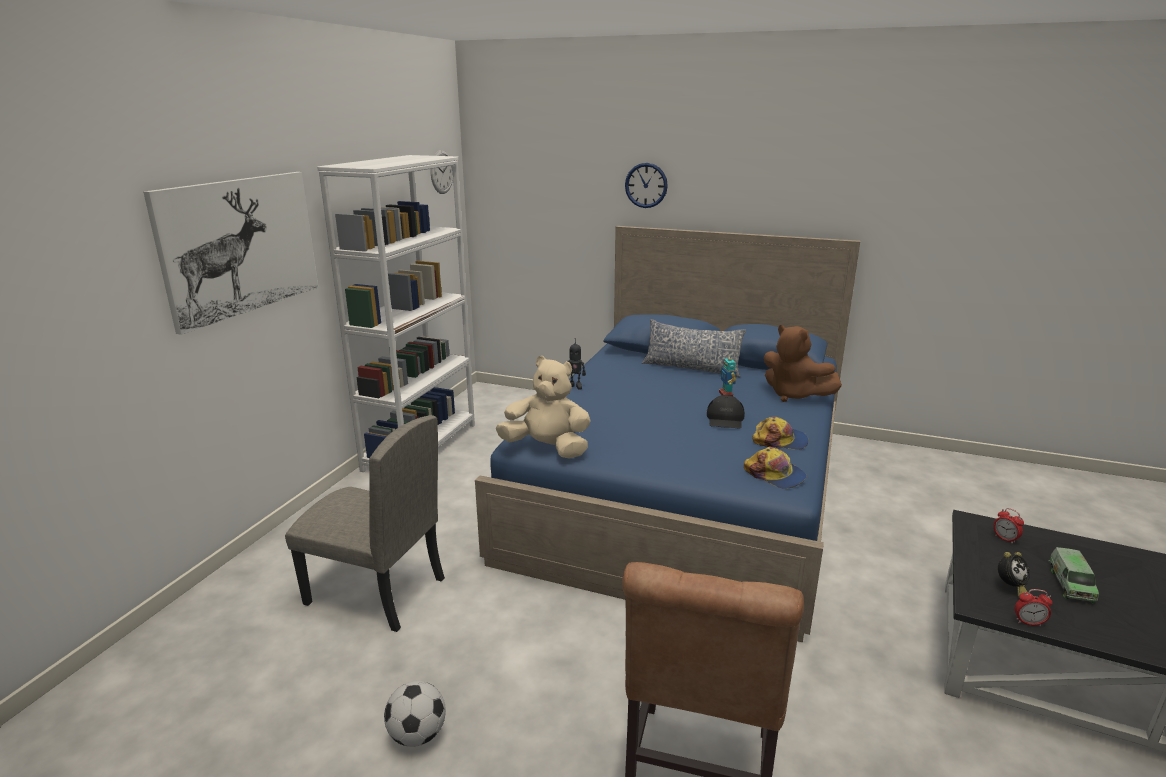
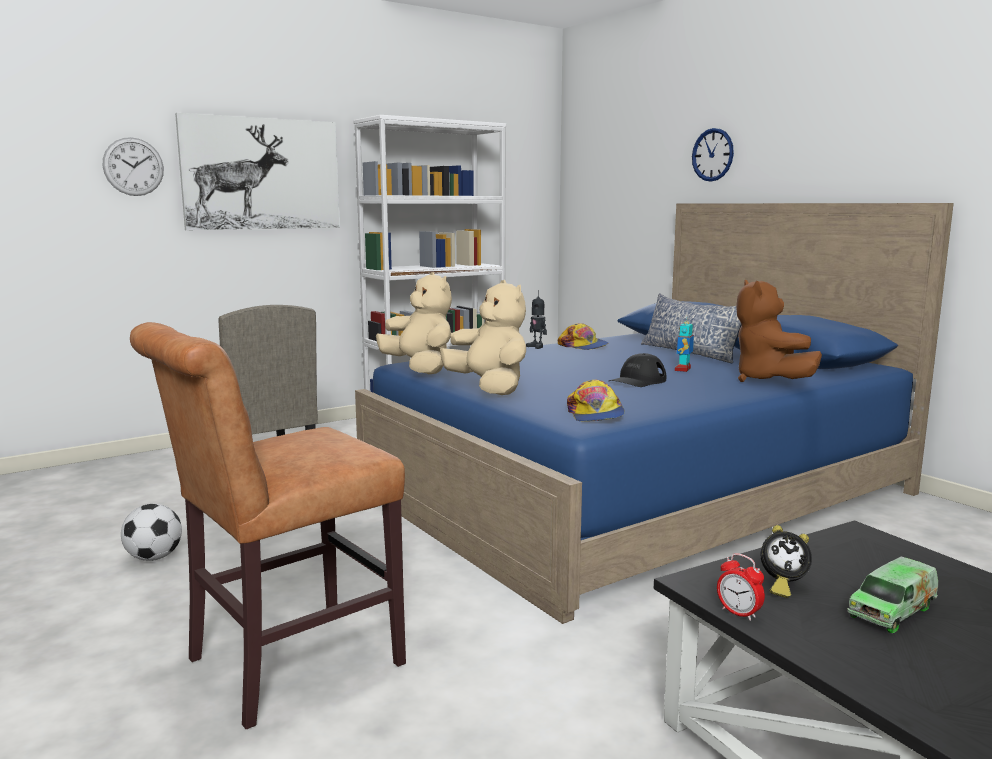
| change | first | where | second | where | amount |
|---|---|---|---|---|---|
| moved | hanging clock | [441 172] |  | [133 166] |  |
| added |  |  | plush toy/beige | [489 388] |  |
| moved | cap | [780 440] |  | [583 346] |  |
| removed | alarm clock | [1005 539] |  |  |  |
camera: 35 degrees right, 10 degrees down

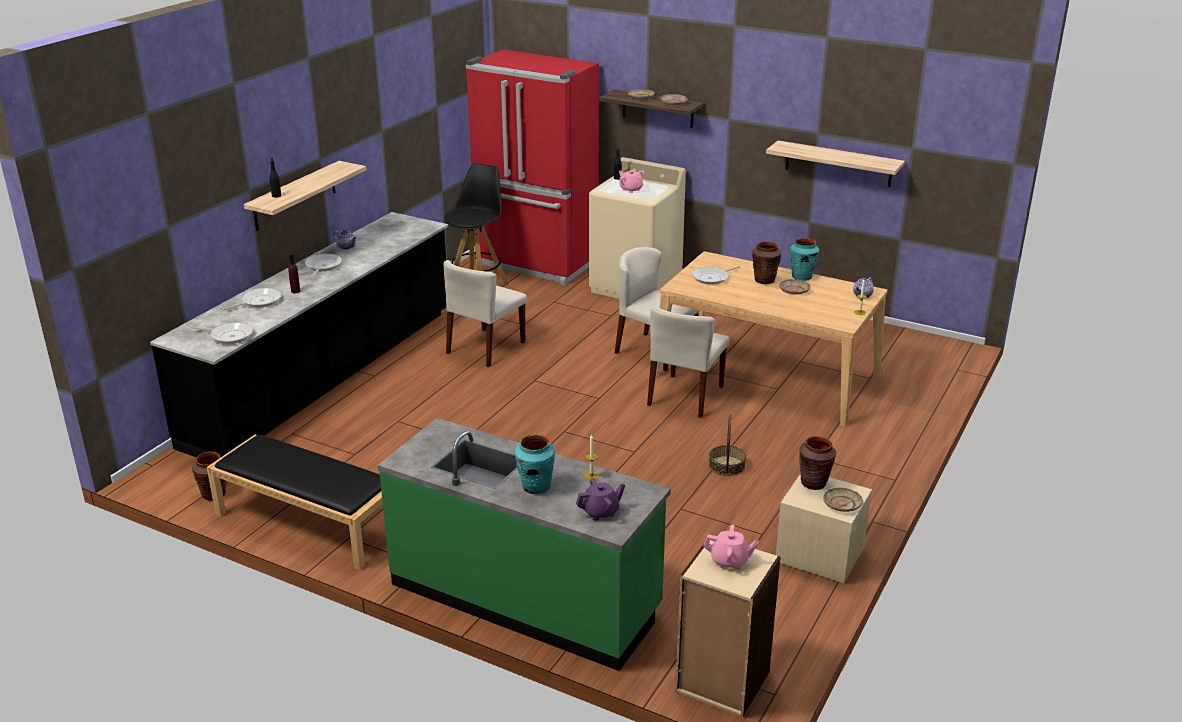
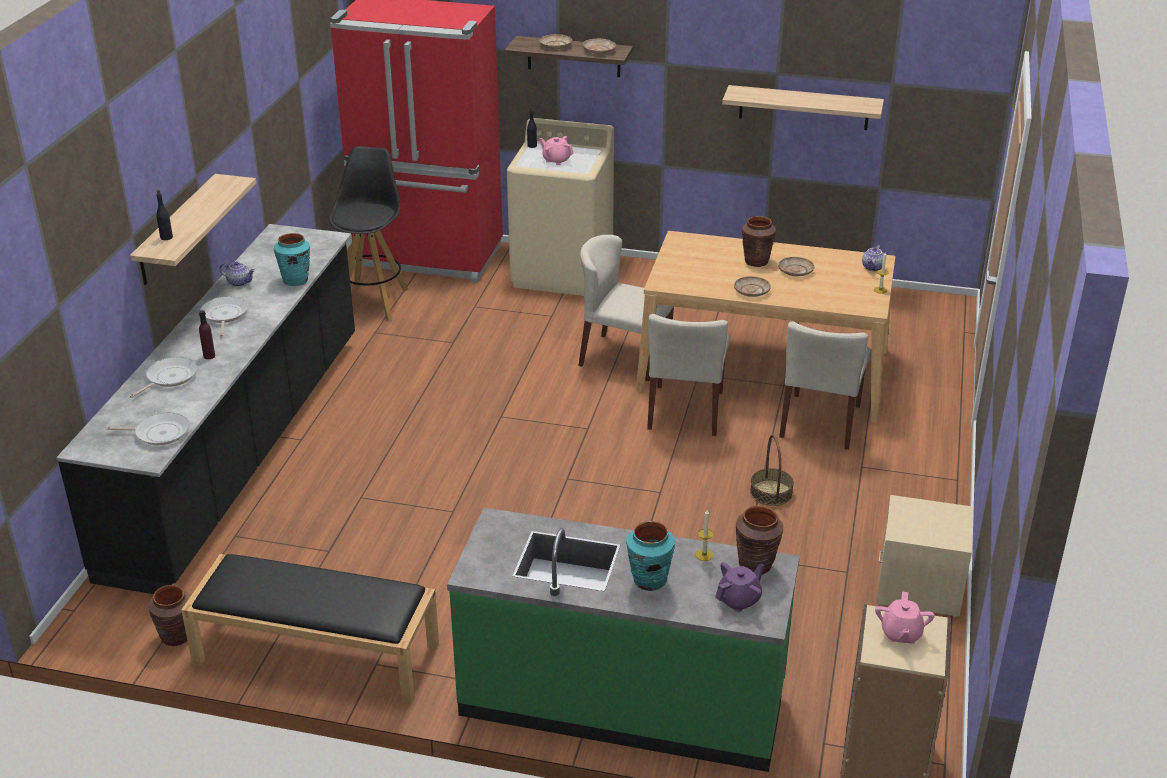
| change | first | where | second | where | amount |
|---|---|---|---|---|---|
| moved | flower vase/turquoise | [802 277] |  | [296 280] |  |
| moved | flat dish/beige | [841 504] |  | [751 291] |  |
| moved | flower vase/brown | [814 483] |  | [755 565] |  |
| moved | chair/beige | [486 348] |  | [820 422] |  |
| turned | pot for tea/pinkish | [729 561] |  | [901 634] | 105 degrees clockwise |
| removed | skillet | [712 278] |  |  |  |
camera: 15 degrees left, 5 degrees up

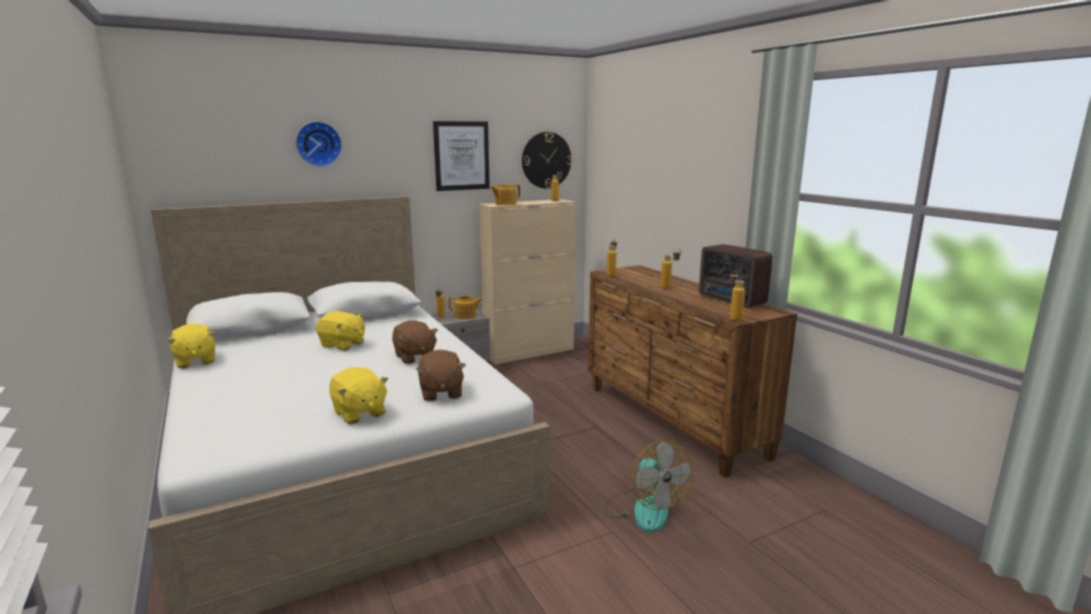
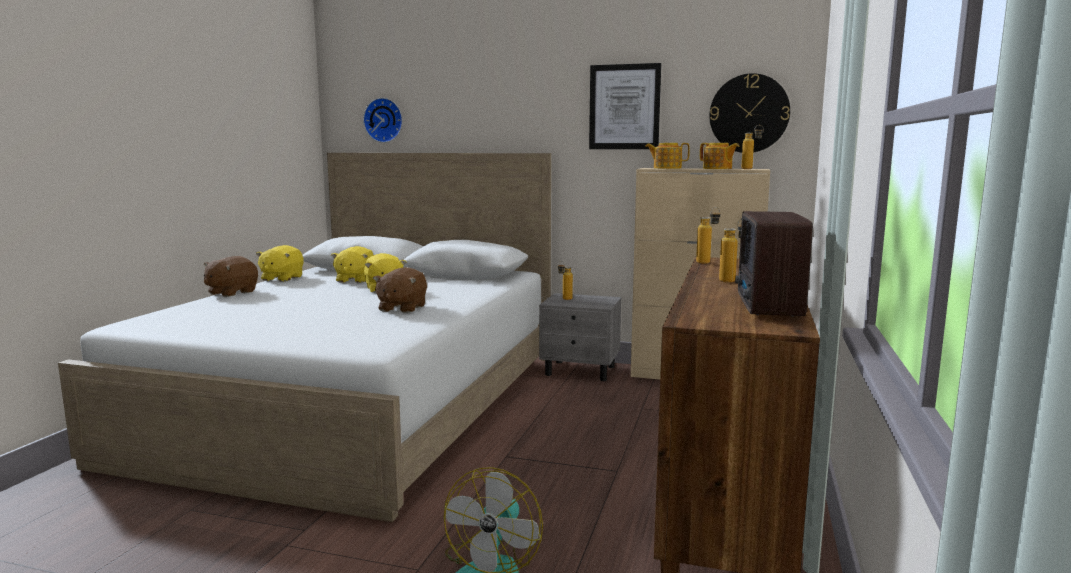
| change | first | where | second | where | amount |
|---|---|---|---|---|---|
| moved | plush toy/brown | [441 392] |  | [231 293] |  |
| moved | plush toy/yellowish | [359 413] |  | [355 280] |  |
| moved | hanging clock | [318 144] |  | [384 120] |  |
| moved | pot for tea | [465 316] |  | [717 168] |  |
| removed | drink bottle | [733 318] |  |  |  |
camera: 45 degrees right, 5 degrees down

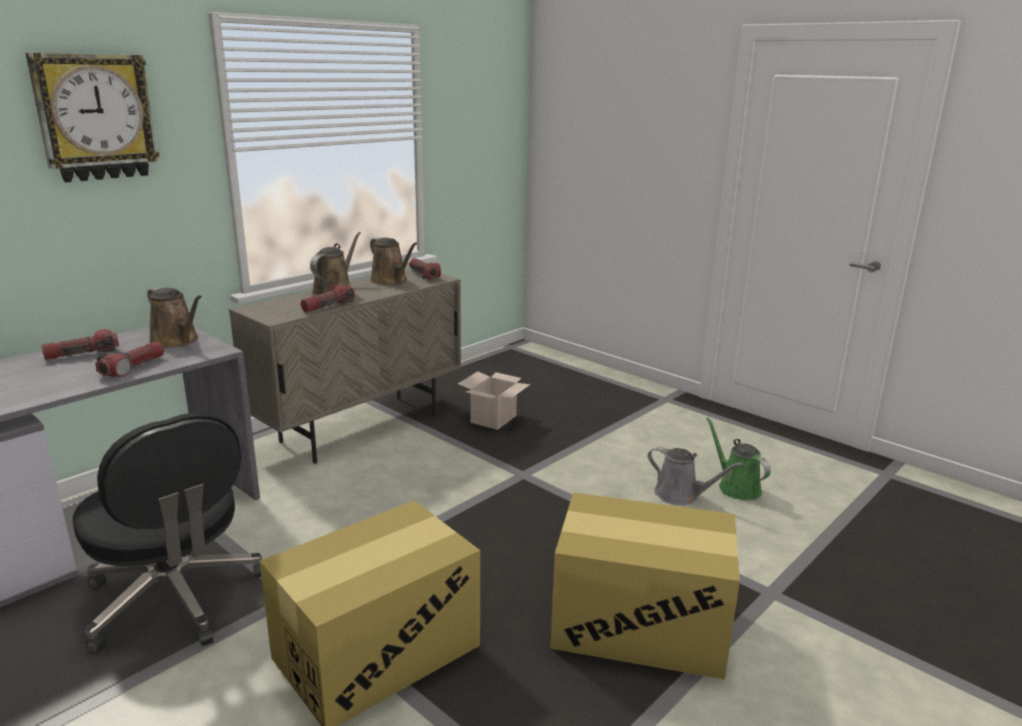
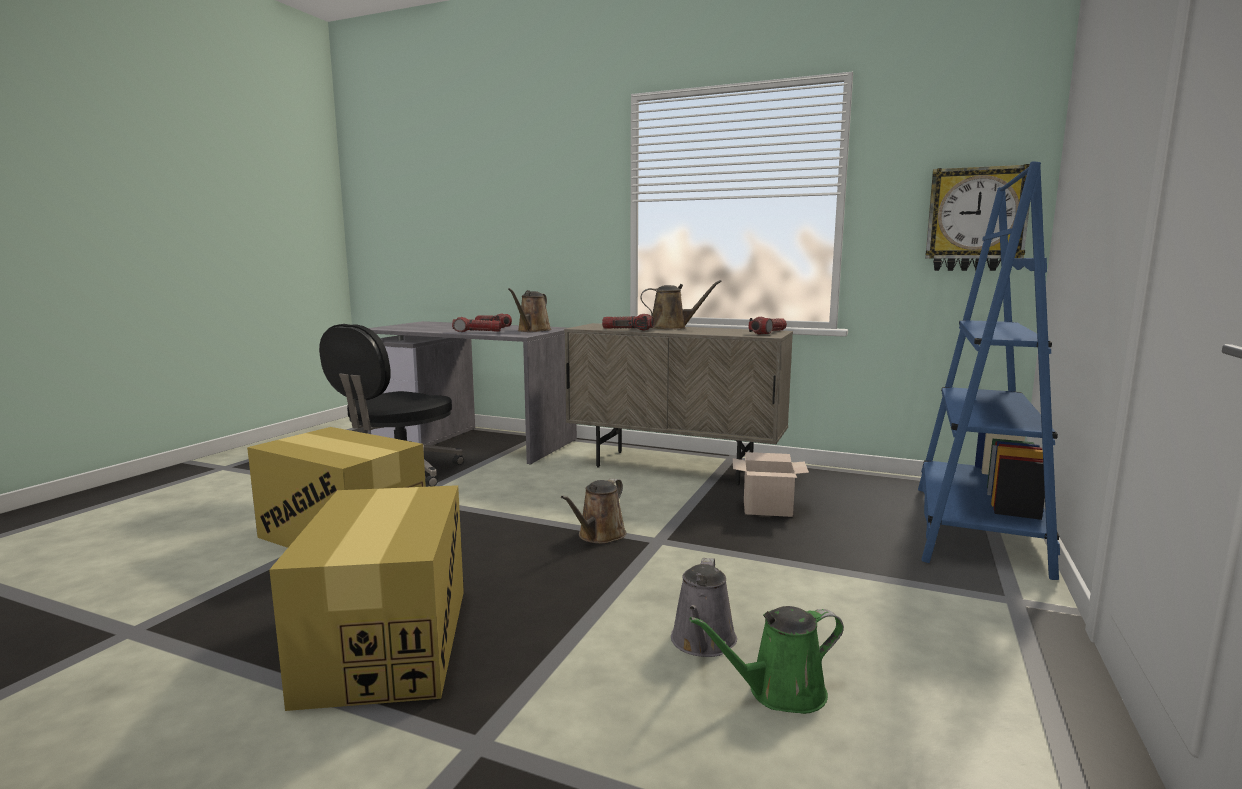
| change | first | where | second | where | amount |
|---|---|---|---|---|---|
| moved | watering can/brown | [391 281] |  | [599 536] |  |
| turned | watering can/greenish | [736 487] |  | [779 692] | 150 degrees counterclockwise |
| added |  |  | bookshelf/bluish | [976 528] |  |
| moved | hanging clock | [95 117] |  | [976 219] |  |
camera: 70 degrees right, 10 degrees down

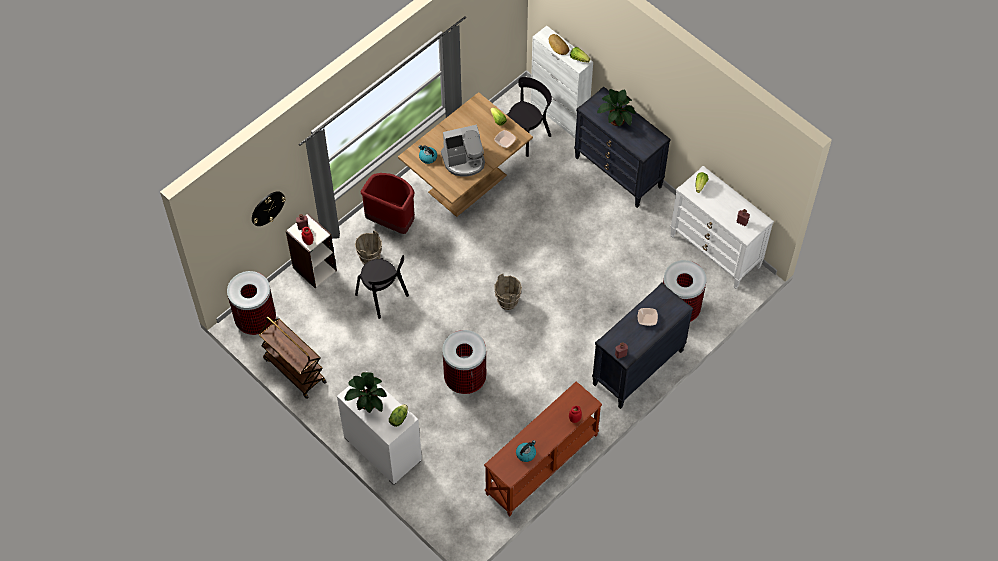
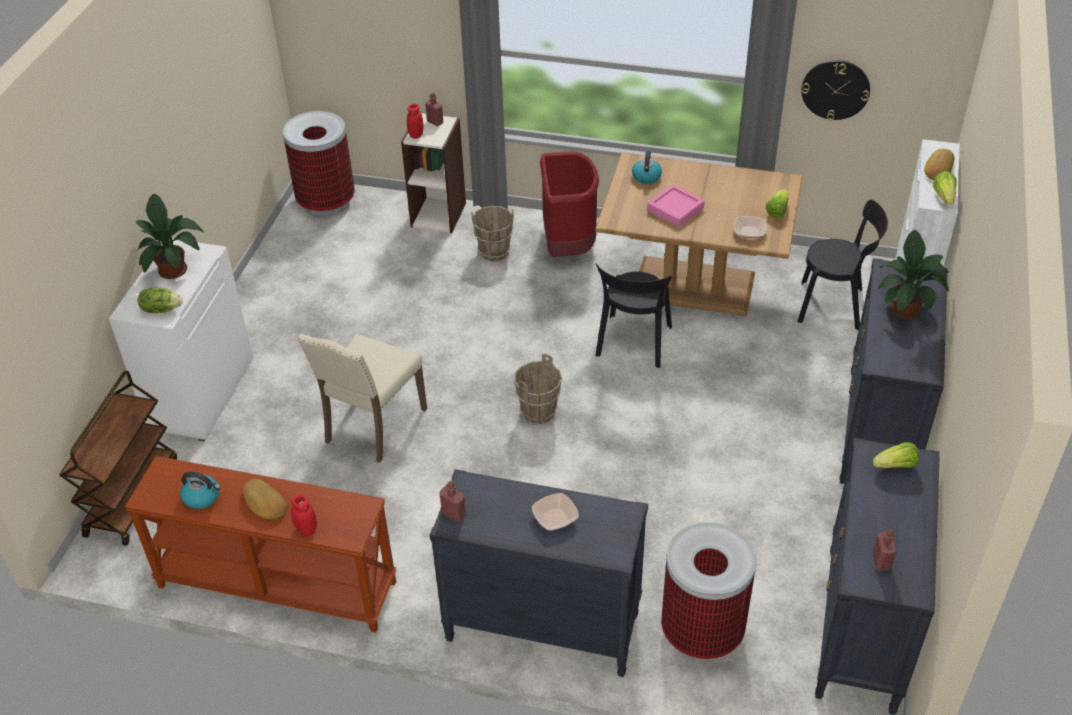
| change | first | where | second | where | amount |
|---|---|---|---|---|---|
| moved | wheeled cart/brown | [294 370] |  | [131 496] |  |
| added |  |  | bread | [264 503] |  |
| replaced | waste bin | [465 379] | chair/beige | [372 426] |  |
| moved | chair/black | [383 297] |  | [633 344] |  |
| replaced | coffee machine | [464 161] | tray/pinkish | [675 209] |  |
| moved | hanging clock | [267 208] |  | [835 89] |  |
| recoloured | drawer chest/white | [715 251] | drawer chest/black | [861 629] |  |
camera: 60 degrees right, 15 degrees down

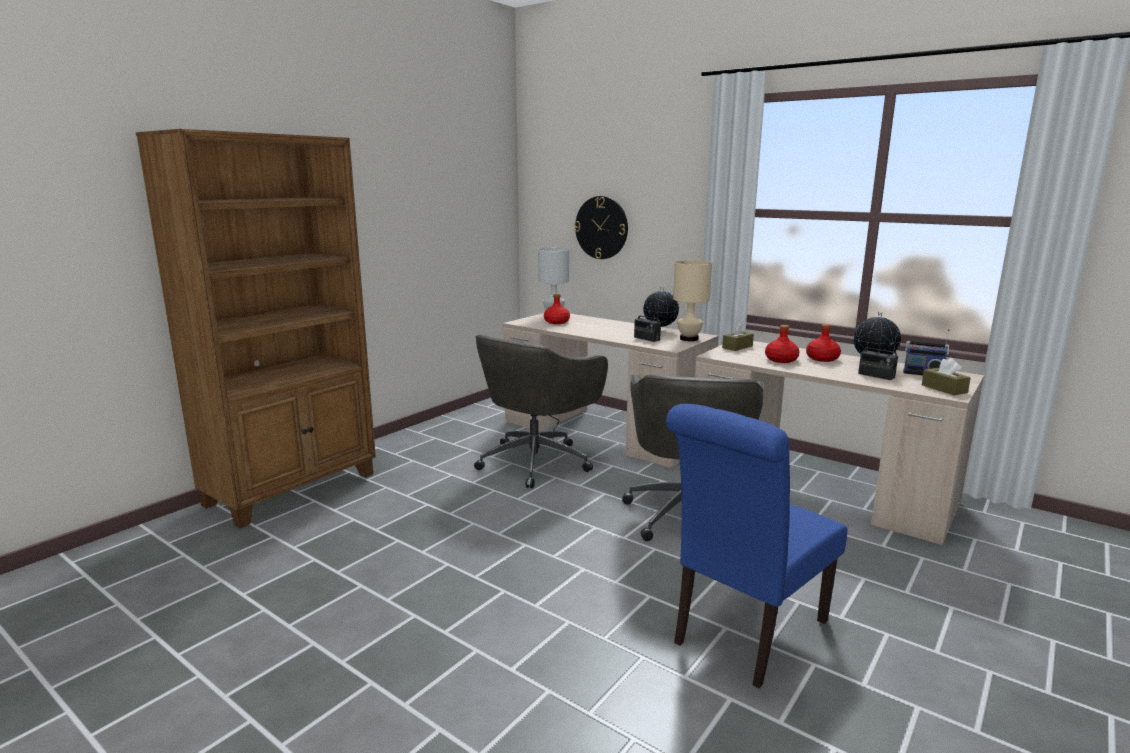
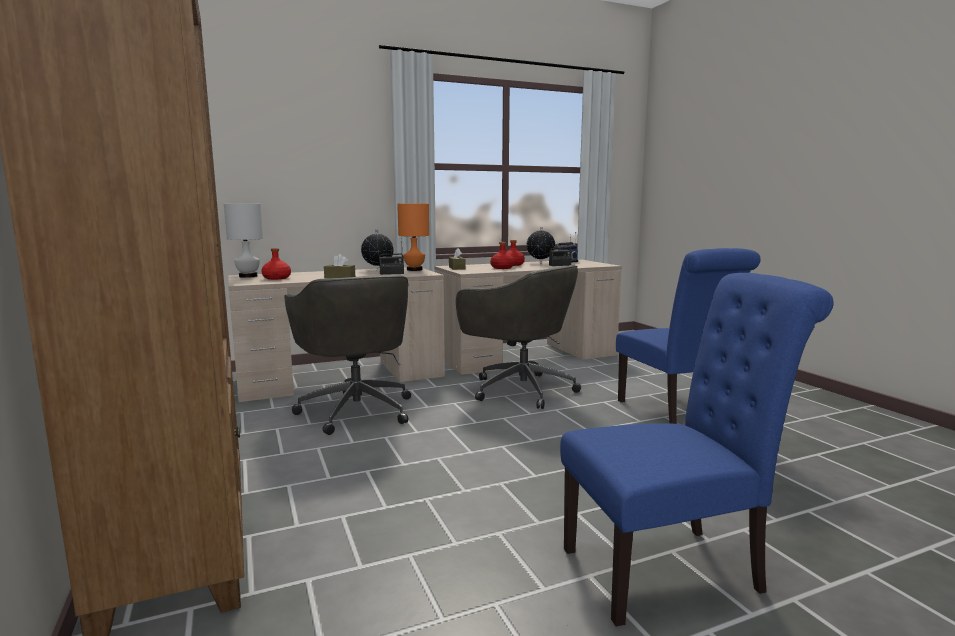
| change | first | where | second | where | amount |
|---|---|---|---|---|---|
| moved | tissue holder/brown | [944 389] |  | [340 277] |  |
| recoloured | lamp for a table/beige | [689 339] | lamp for a table/orangey | [414 269] |  |
| added |  |  | chair/bluish | [672 569] |  |
| removed | hanging clock | [601 227] |  |  |  |
camera: 60 degrees left, 5 degrees down

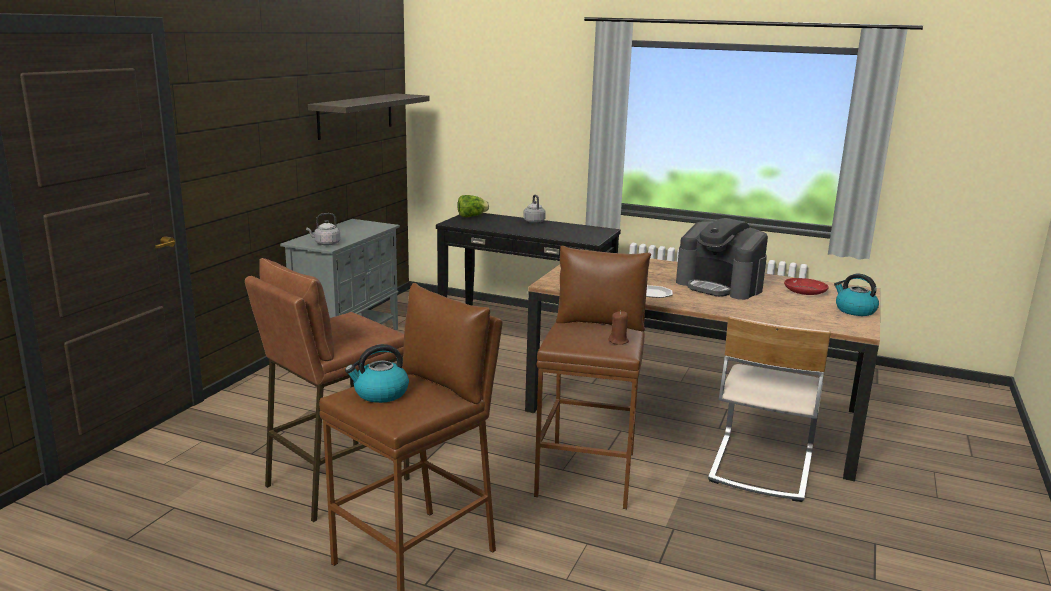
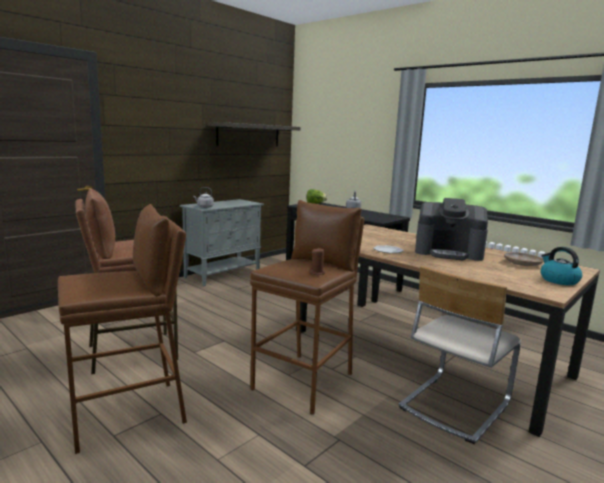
| change | first | where | second | where | amount |
|---|---|---|---|---|---|
| turned | coffee machine | [719 286] |  | [448 252] | 45 degrees counterclockwise |
| recoloured | flat dish/reddish | [804 291] | flat dish/beige | [522 263] |  |
| removed | kettle | [380 393] |  |  |  |
camera: 20 degrees right, 5 degrees down

